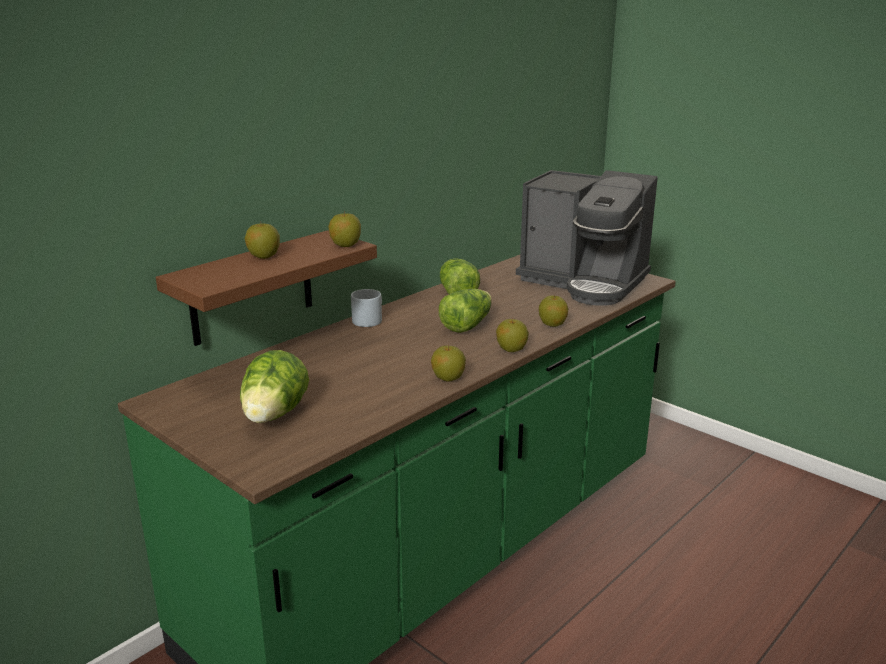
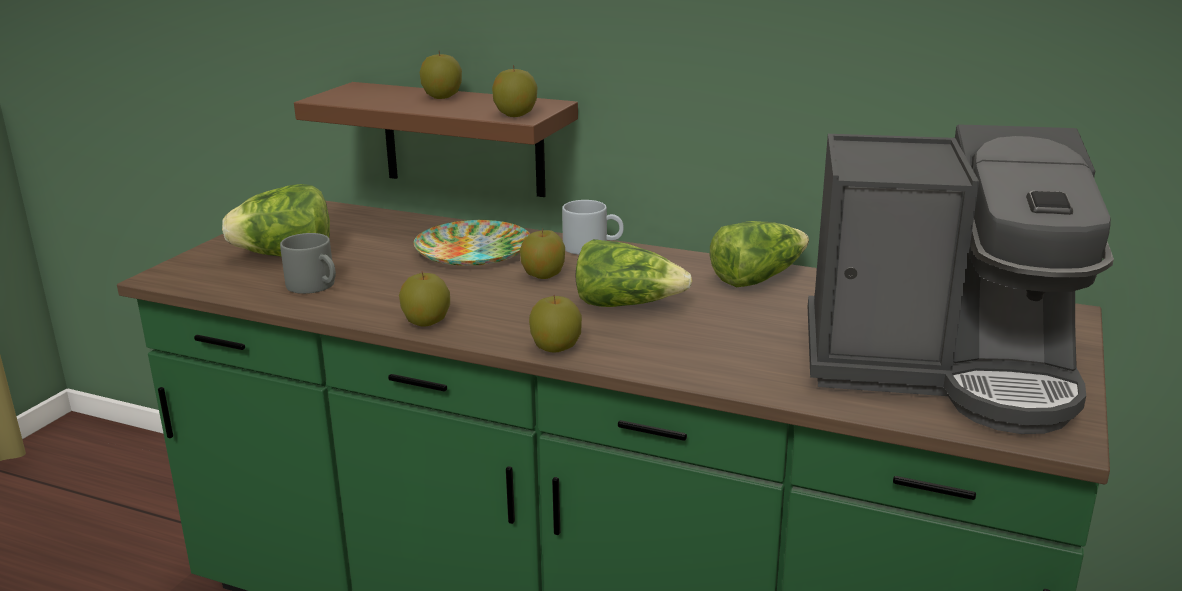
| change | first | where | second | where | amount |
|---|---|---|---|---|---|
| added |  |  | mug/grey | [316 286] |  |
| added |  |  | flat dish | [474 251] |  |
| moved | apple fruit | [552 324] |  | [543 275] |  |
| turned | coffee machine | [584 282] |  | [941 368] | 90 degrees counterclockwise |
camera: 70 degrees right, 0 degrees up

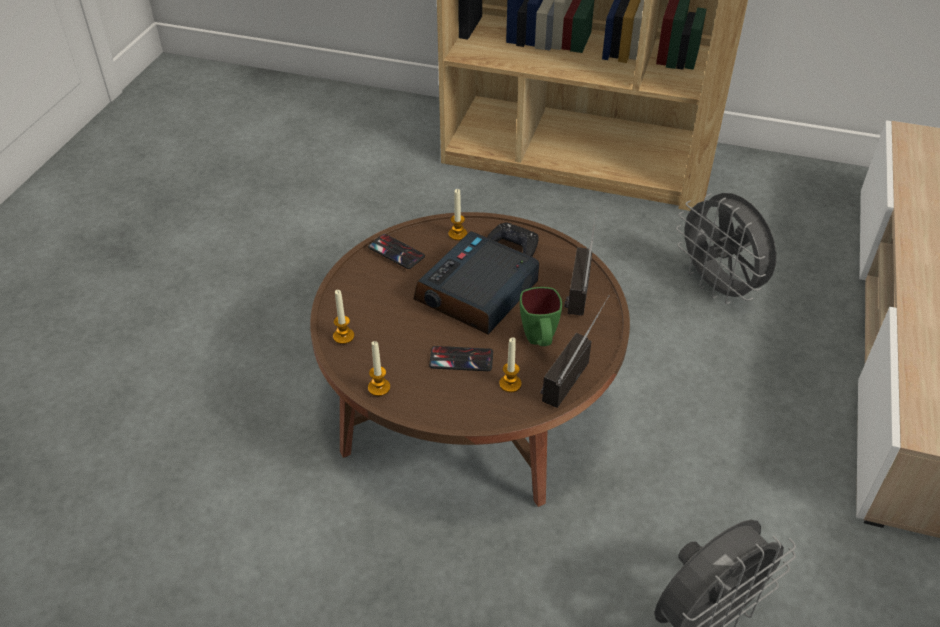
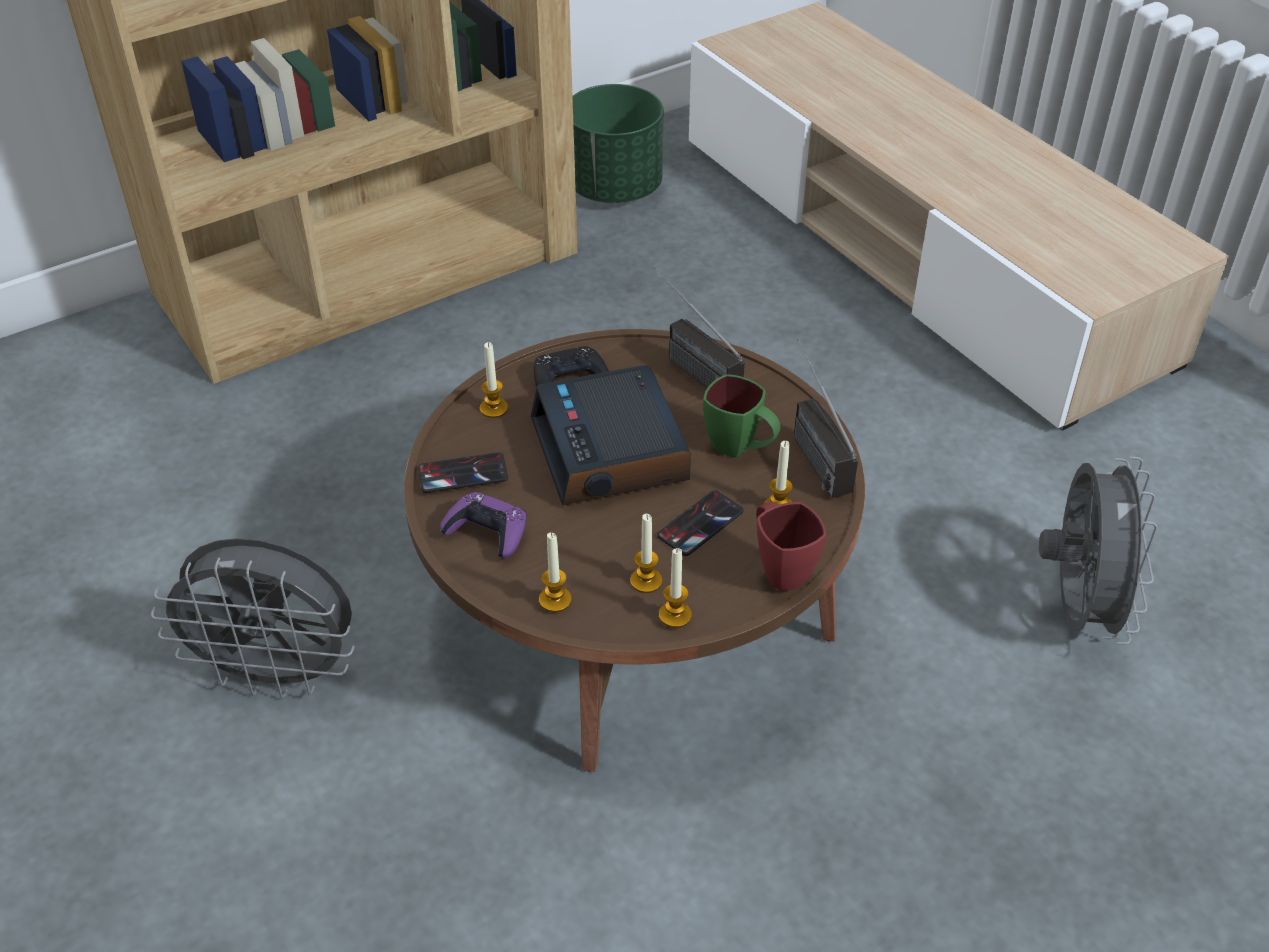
| change | first | where | second | where | amount |
|---|---|---|---|---|---|
| moved | cooling fan/grey | [719 288] |  | [278 674] |  |
| added |  |  | gamepad/purple-coloured | [487 531] |  |
| added |  |  | flower pot/greenish | [614 189] |  |
| added |  |  | candle | [646 581] |  |
| added |  |  | mug/reddish | [780 568] |  |
camera: 50 degrees left, 0 degrees up

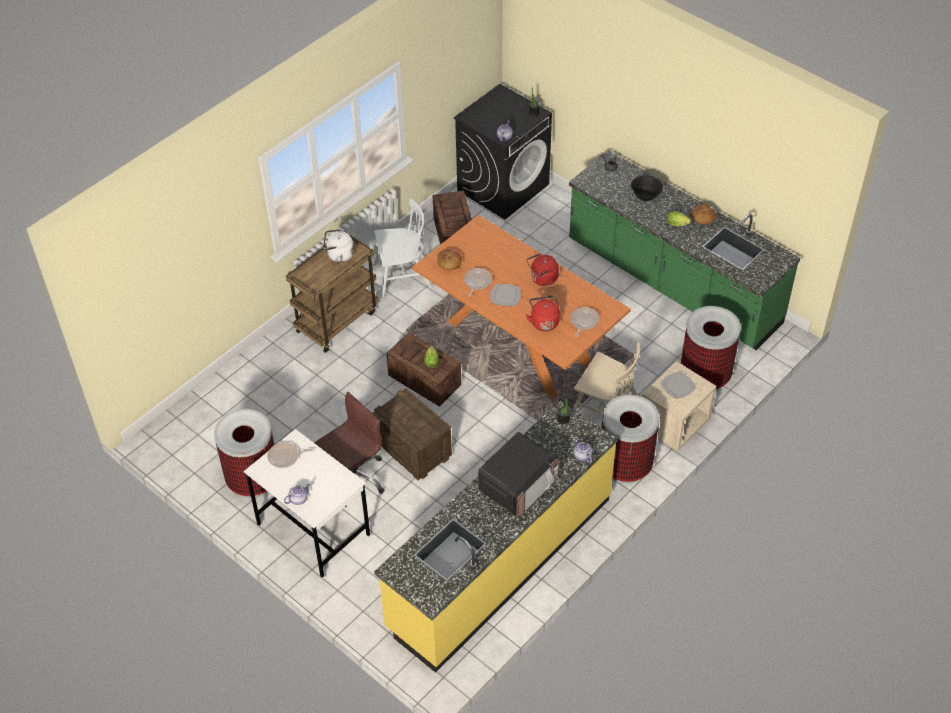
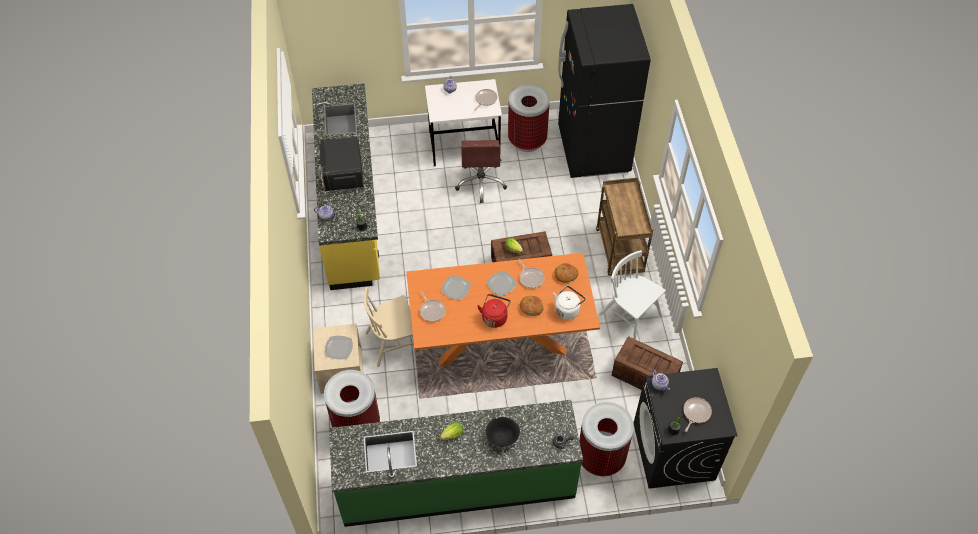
| change | first | where | second | where | amount |
|---|---|---|---|---|---|
| replaced | kettle/reddish | [544 321] | flat dish | [456 288] |  |
| moved | bread | [702 217] |  | [531 307] |  |
| moved | kettle/white | [338 255] |  | [567 309] |  |
| added |  |  | fridge/black | [593 150] |  |
| moved | waste bin | [625 466] |  | [601 457] |  |
| turned | chair/white | [402 276] |  | [630 315] | 105 degrees clockwise |
| added |  |  | skillet | [695 413] |  |
| removed | crate | [413 449] |  |  |  |
camera: 130 degrees right, 5 degrees up

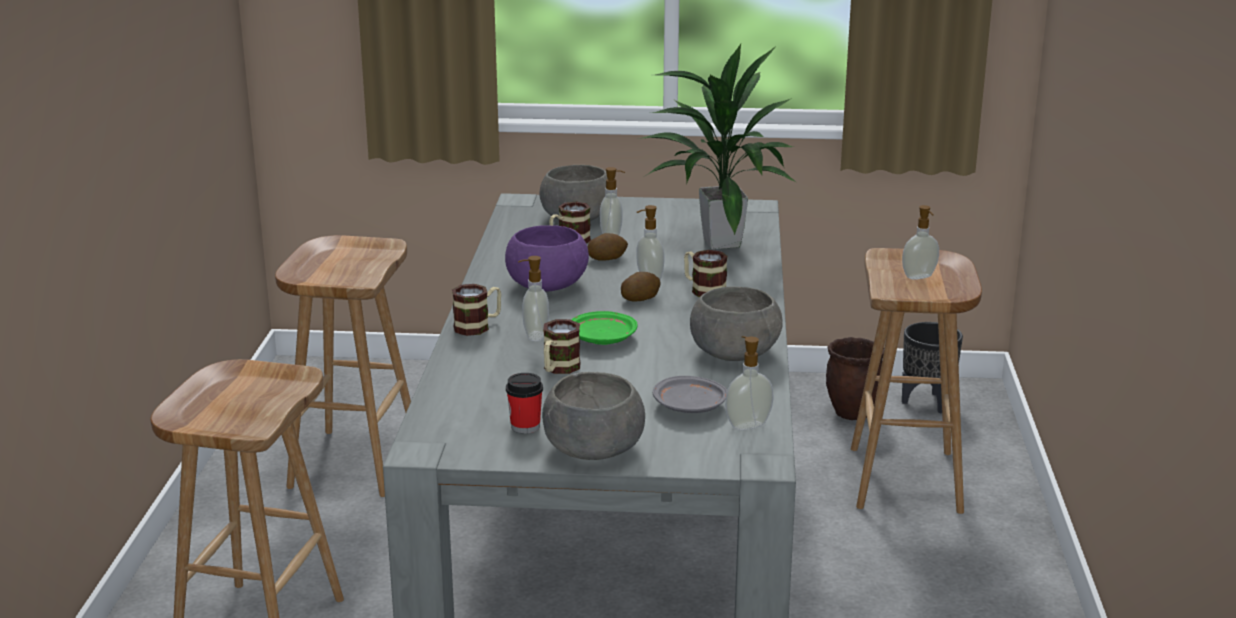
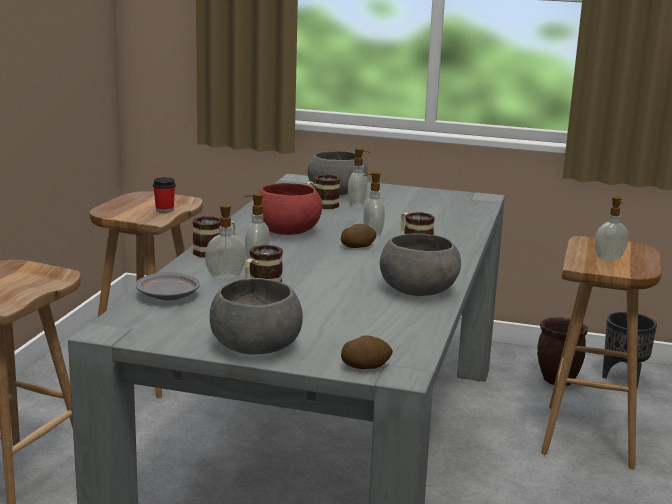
| change | first | where | second | where | amount |
|---|---|---|---|---|---|
| moved | flat dish/grey | [690 407] |  | [168 296] |  |
| moved | drinking cup | [525 426] |  | [164 210] |  |
| moved | liquid soap bottle | [747 425] |  | [225 276] |  |
| recoloured | serving bowl/purple-coloured | [548 284] | serving bowl/reddish | [288 230] |  |
| moved | spud | [607 258] |  | [366 366] |  |
| removed | flat dish/greenish | [602 338] |  |  |  |
| removed | houseplant | [719 243] |  |  |  |
camera: 10 degrees right, 5 degrees down

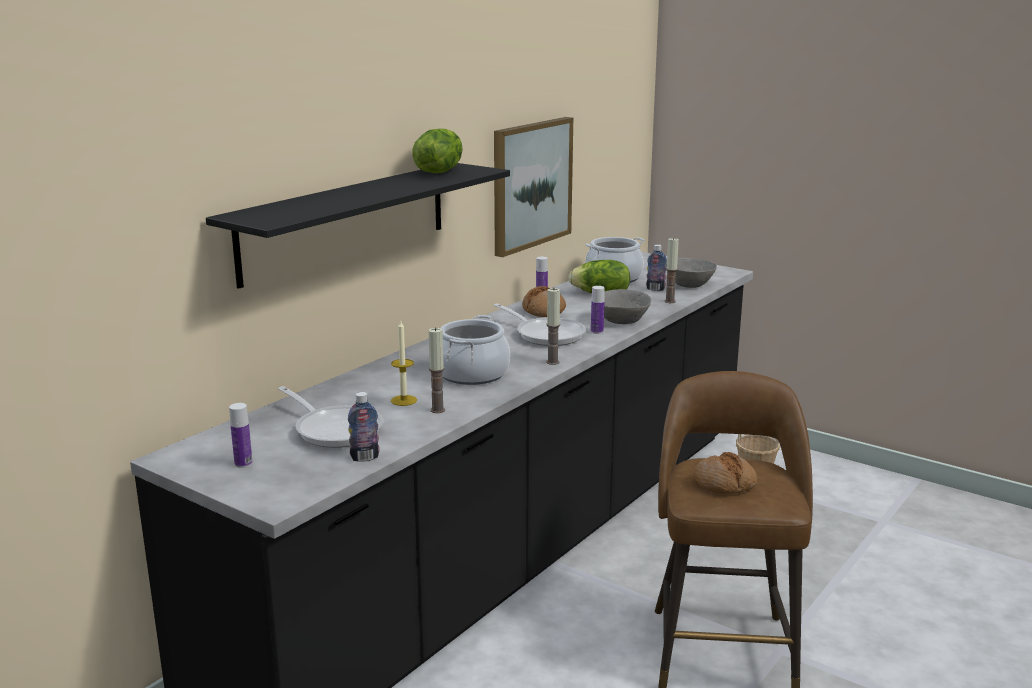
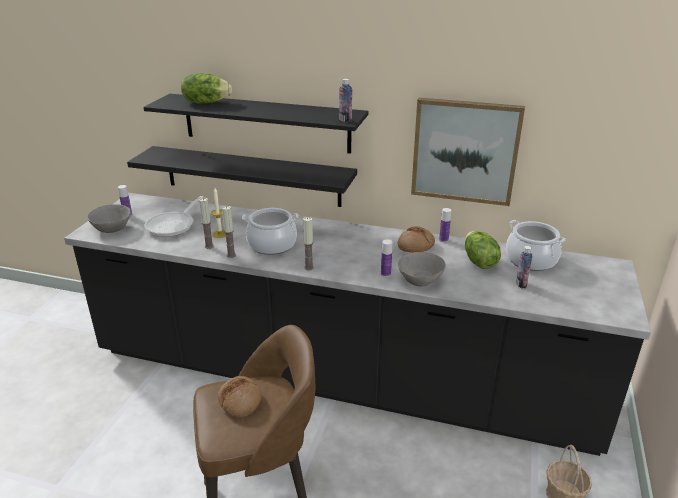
| change | first | where | second | where | amount |
|---|---|---|---|---|---|
| moved | serving bowl/grey | [690 285] |  | [111 229] |  |
| added |  |  | shelf/black | [251 176] |  |
| moved | head of lettuce | [439 171] |  | [206 102] |  |
| moved | candle | [669 301] |  | [231 255] |  |
| moved | drink bottle | [365 458] |  | [345 120] |  |
| removed | skillet | [546 334] |  |  |  |
camera: 70 degrees right, 10 degrees up

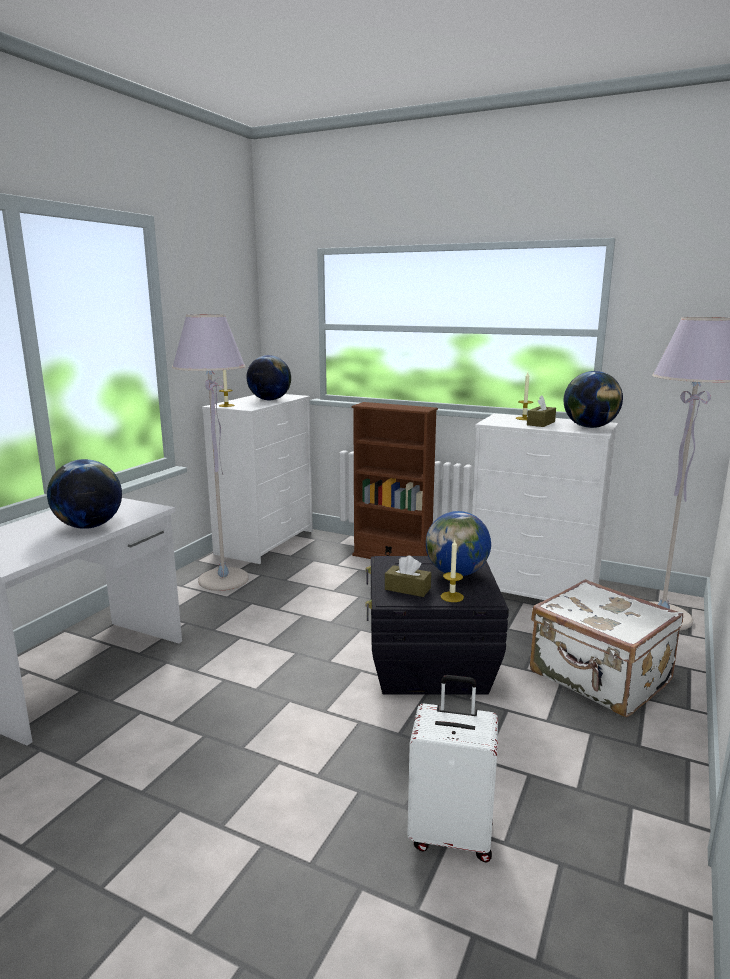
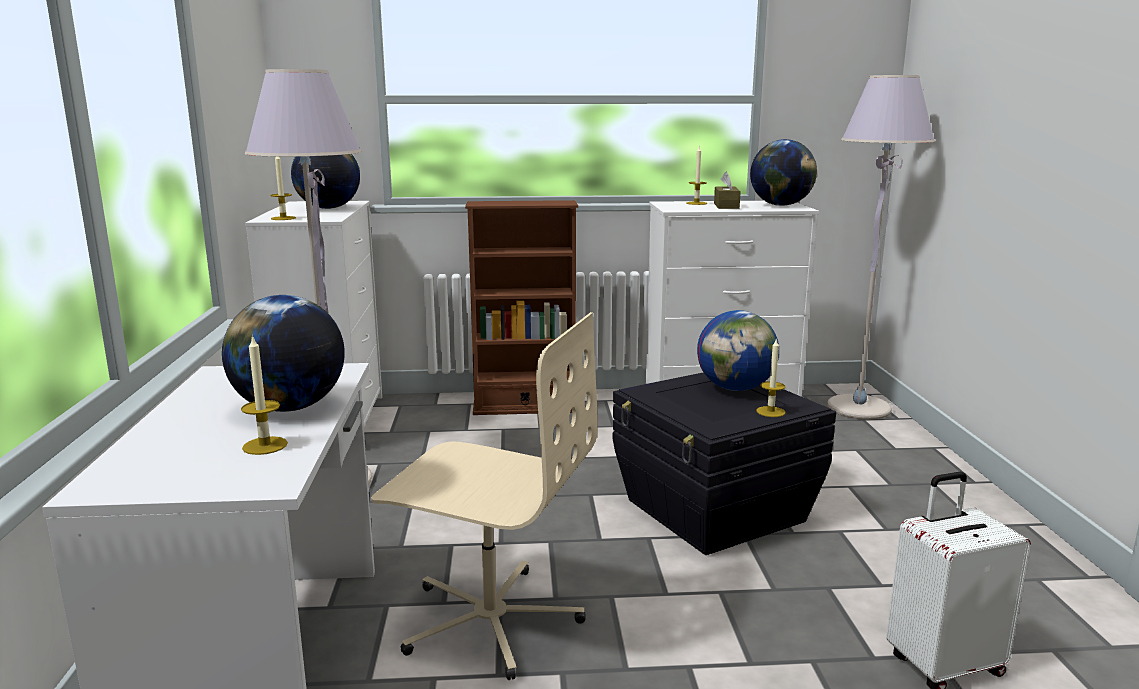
| change | first | where | second | where | amount |
|---|---|---|---|---|---|
| added |  |  | candle | [265 445] |  |
| added |  |  | computer chair/beige | [490 619] |  |
| removed | tissue holder/brown | [407 589] |  |  |  |
| removed | piece of luggage/white | [599 678] |  |  |  |
camera: 30 degrees left, 0 degrees up

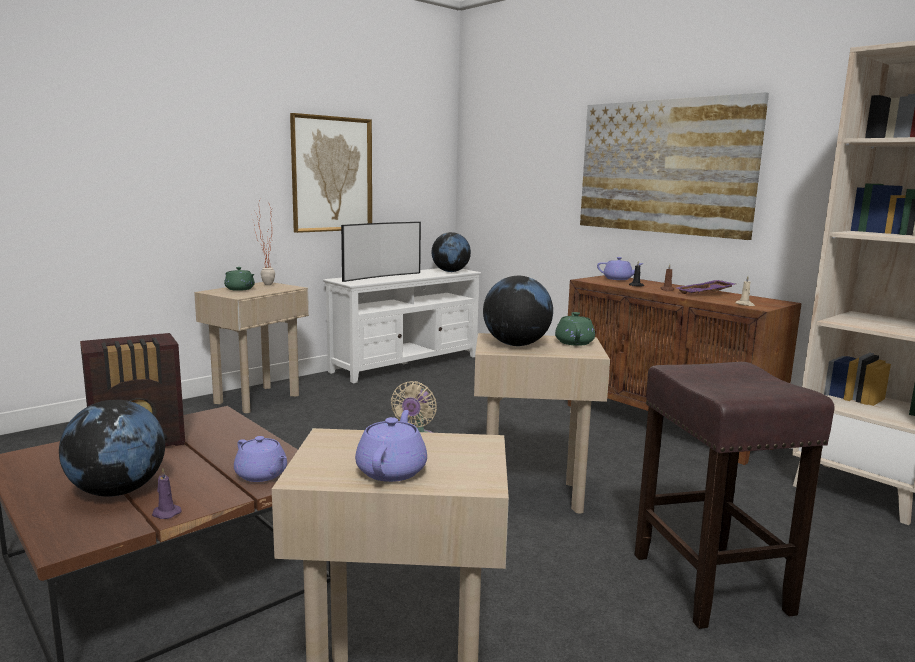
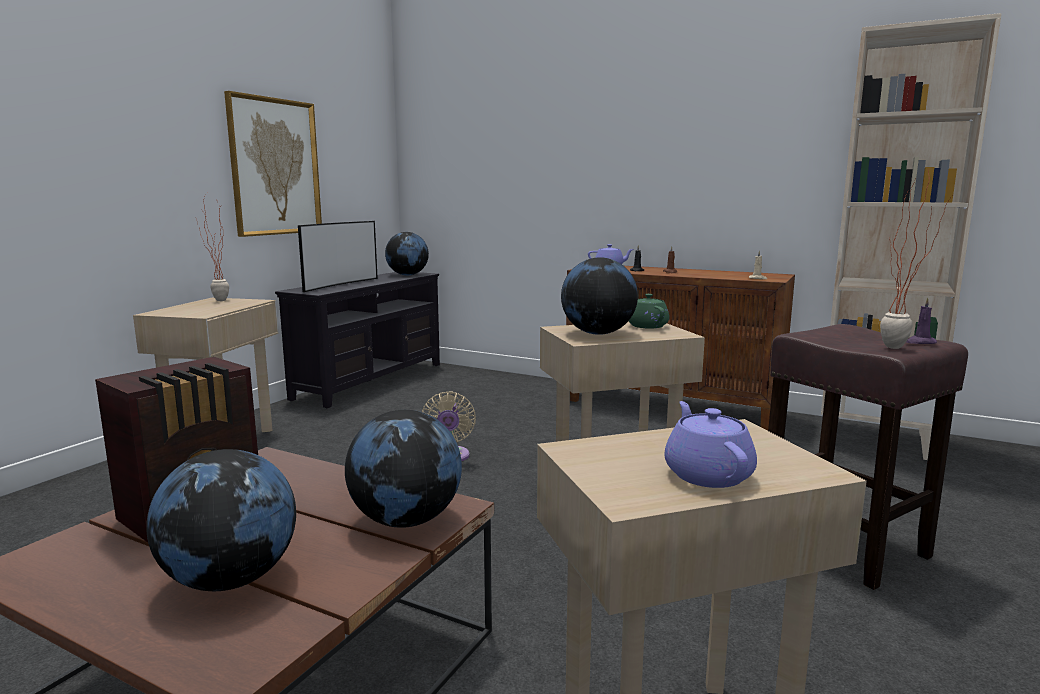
| change | first | where | second | where | amount |
|---|---|---|---|---|---|
| recoloured | media console/white | [405 364] | media console/black | [370 381] |  |
| replaced | pot for tea/purple-coloured | [262 475] | globe | [406 520] |  |
| added |  |  | houseplant | [902 349] |  |
| moved | candle/purple-coloured | [165 513] |  | [920 342] |  |
| removed | pot for tea/greenish | [240 289] |  |  |  |
| removed | wall picture | [664 167] |  |  |  |
| removed | tray/purple-coloured | [705 294] |  |  |  |
camera: 20 degrees left, 0 degrees up

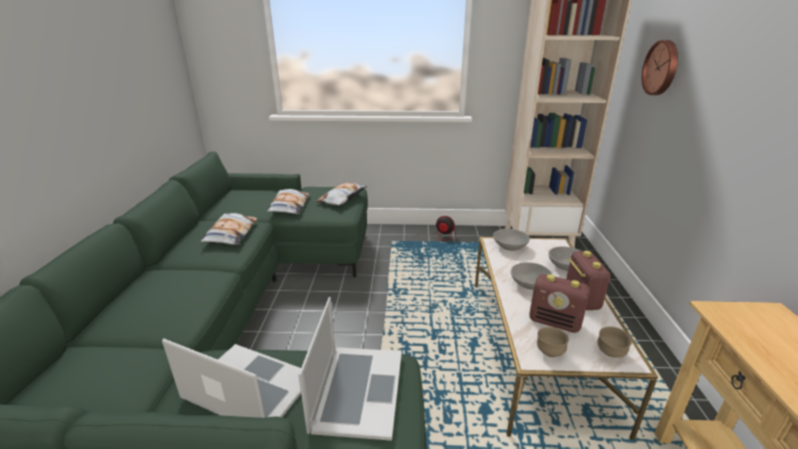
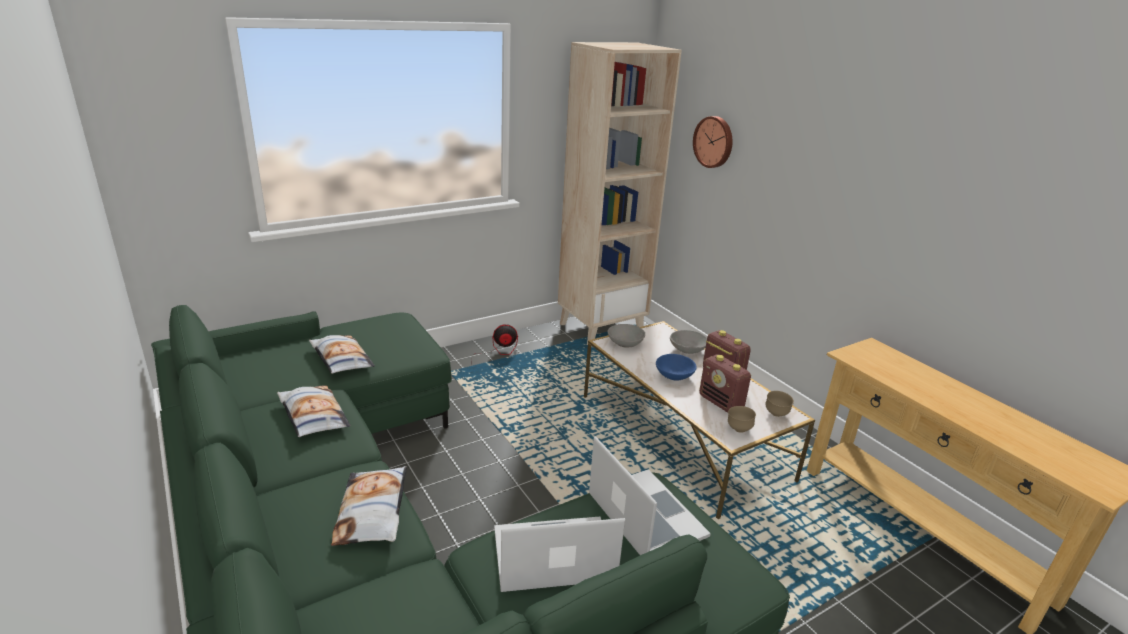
| change | first | where | second | where | amount |
|---|---|---|---|---|---|
| moved | throw pillow | [342 198] |  | [373 511] |  |
| recoloured | serving bowl/grey | [530 284] | serving bowl/bluish | [674 376] |  |
| turned | radio set | [555 322] |  | [721 403] | 60 degrees clockwise |
camera: 35 degrees left, 0 degrees up

